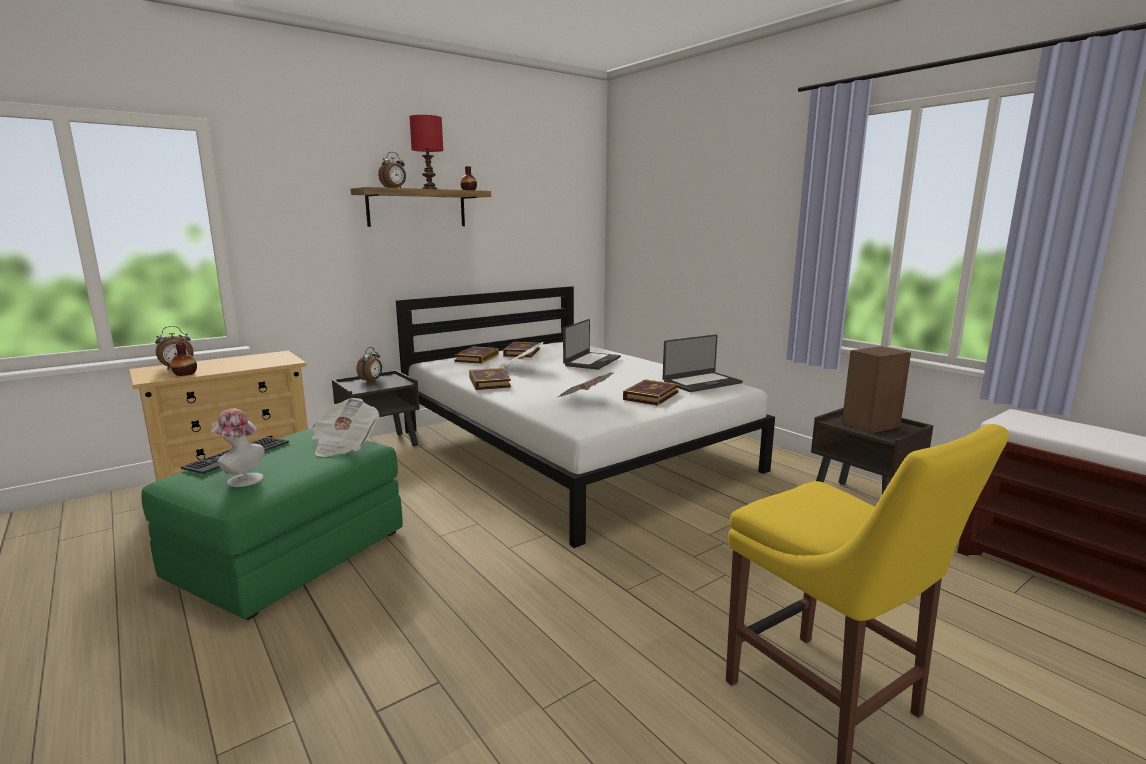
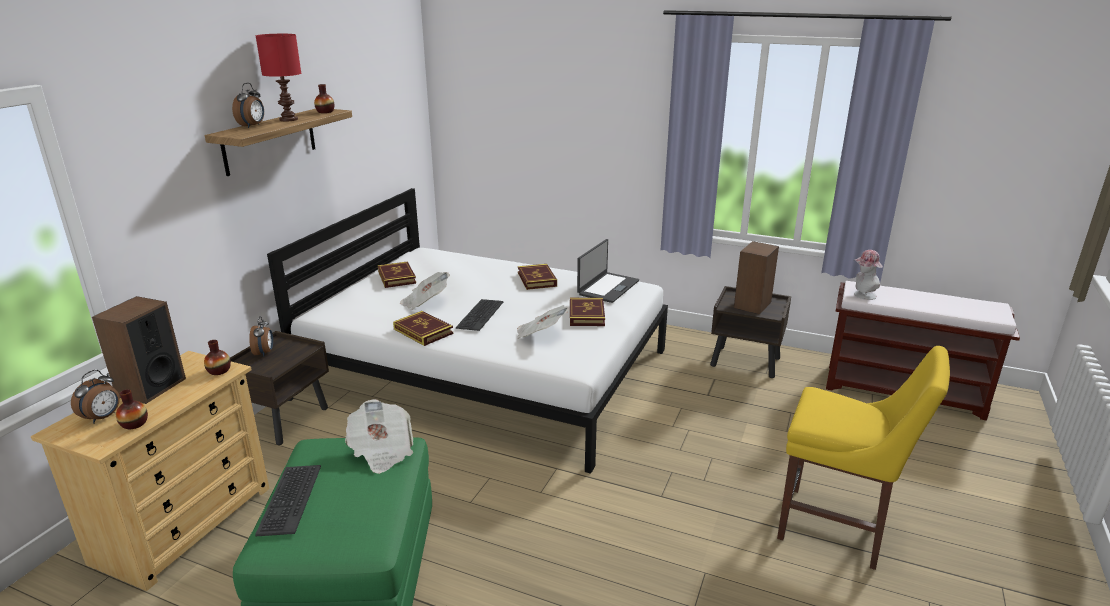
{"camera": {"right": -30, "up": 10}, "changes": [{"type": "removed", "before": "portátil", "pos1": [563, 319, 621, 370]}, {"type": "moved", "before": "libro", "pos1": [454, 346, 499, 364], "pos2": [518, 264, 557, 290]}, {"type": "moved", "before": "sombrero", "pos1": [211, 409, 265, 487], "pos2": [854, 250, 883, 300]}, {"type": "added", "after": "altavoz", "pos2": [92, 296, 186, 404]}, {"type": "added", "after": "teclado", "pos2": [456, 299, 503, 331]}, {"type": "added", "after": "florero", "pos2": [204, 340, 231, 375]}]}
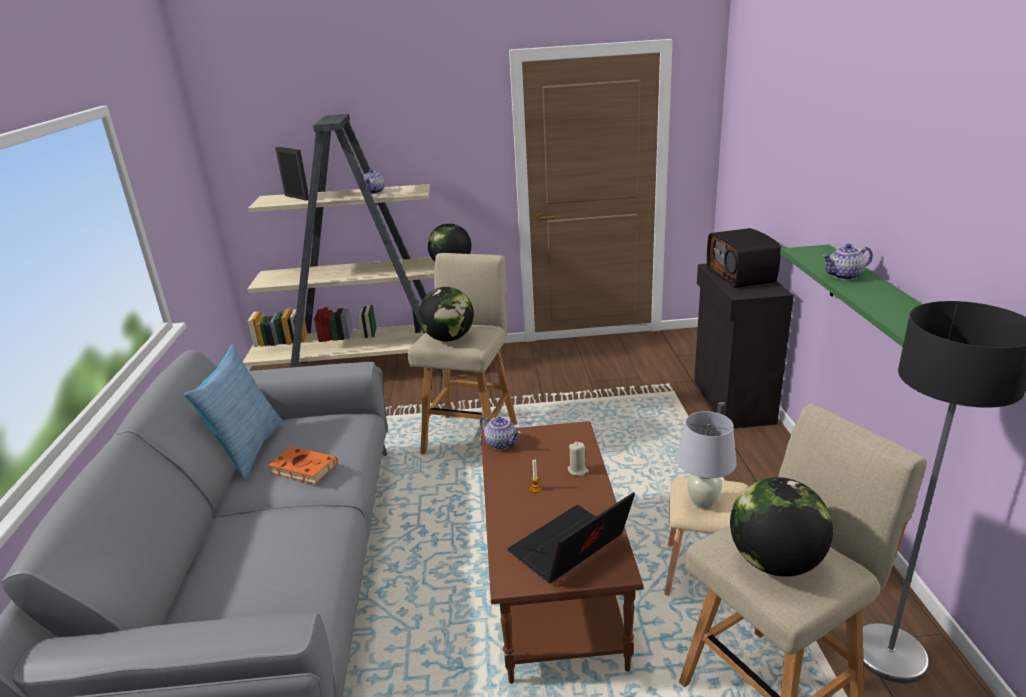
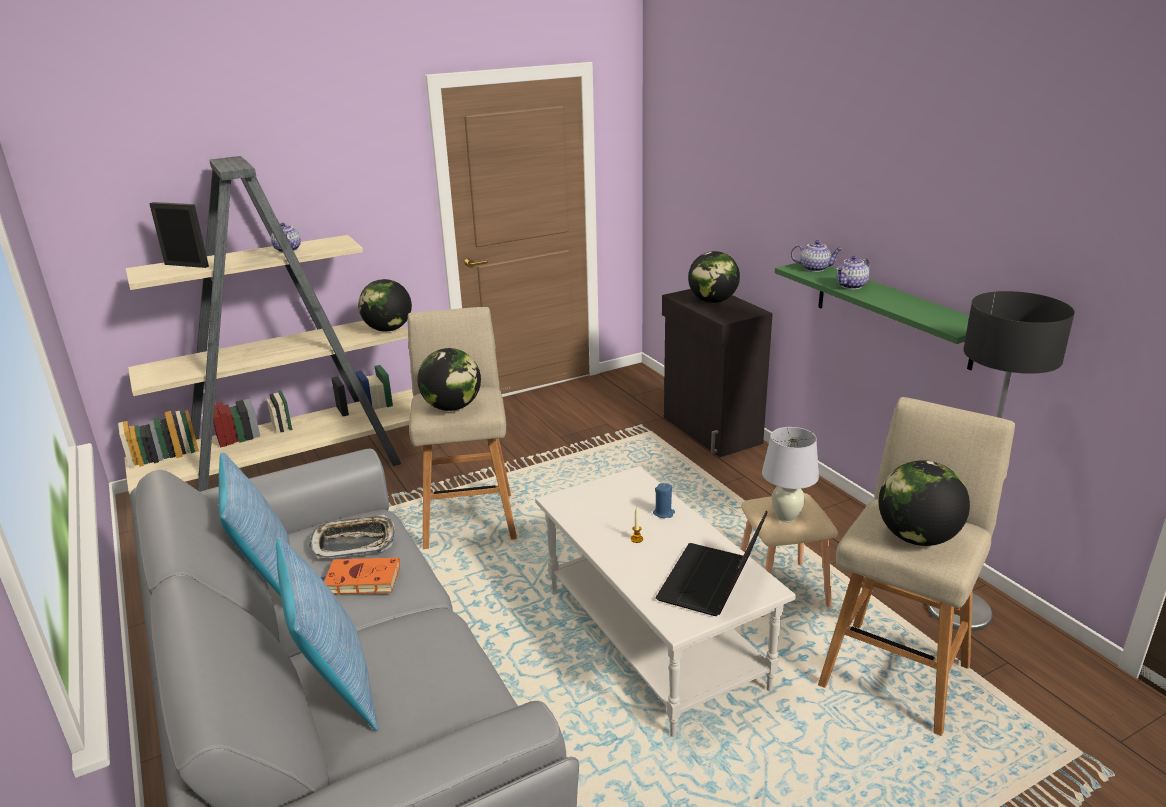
{"camera": {"right": -25, "up": 0}, "changes": [{"type": "replaced", "before": "radio", "after": "globo terráqueo", "pos1": [707, 228, 781, 288], "pos2": [688, 251, 740, 303]}, {"type": "moved", "before": "tetera", "pos1": [480, 416, 521, 450], "pos2": [791, 240, 843, 272]}, {"type": "recoloured", "before": "mesa de centro [marrón]", "after": "mesa de centro [blanco]", "pos1": [481, 421, 643, 684], "pos2": [535, 466, 796, 737]}, {"type": "recoloured", "before": "vela [beis]", "after": "vela [azul]", "pos1": [568, 442, 589, 476], "pos2": [653, 483, 675, 518]}, {"type": "added", "after": "bandeja", "pos2": [309, 515, 395, 559]}, {"type": "added", "after": "cojín", "pos2": [276, 537, 378, 731]}]}
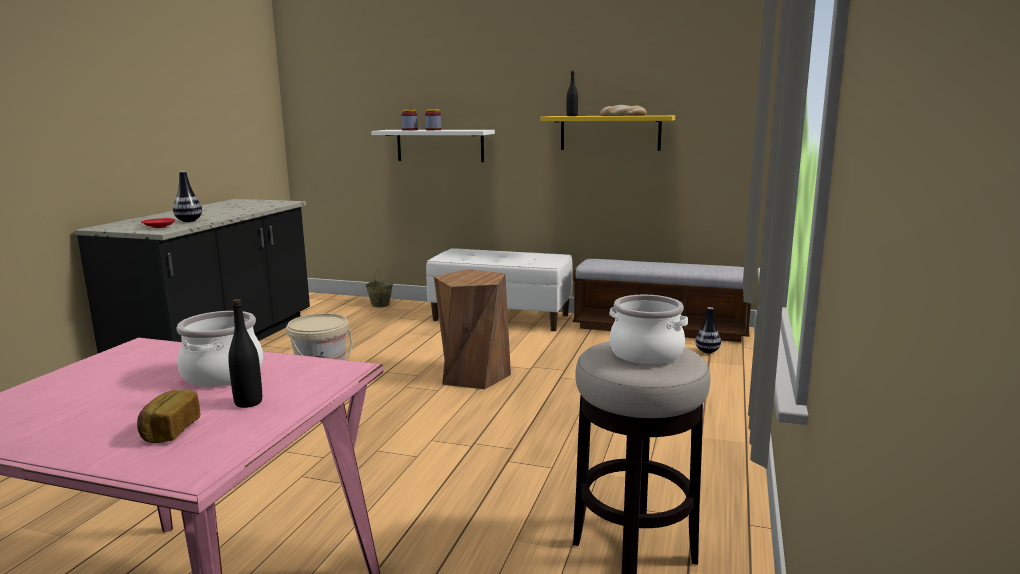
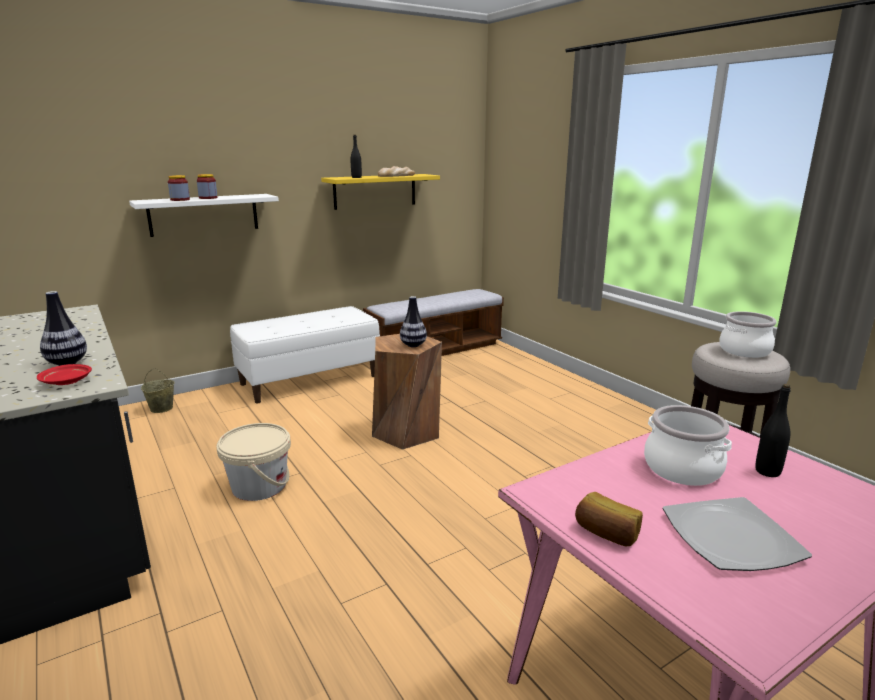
{"camera": {"right": -50, "up": 5}, "changes": [{"type": "moved", "before": "florero", "pos1": [695, 307, 721, 353], "pos2": [400, 296, 427, 347]}, {"type": "moved", "before": "pan", "pos1": [137, 390, 201, 443], "pos2": [575, 492, 643, 546]}, {"type": "added", "after": "plato", "pos2": [663, 497, 812, 571]}]}
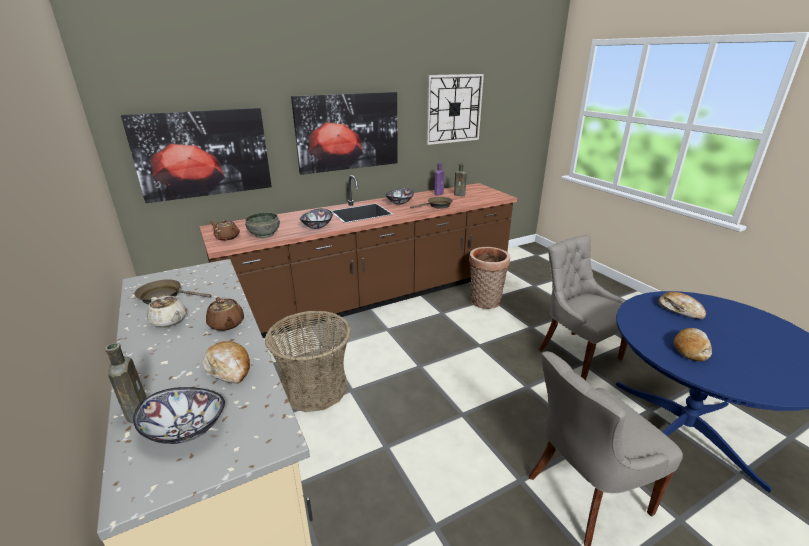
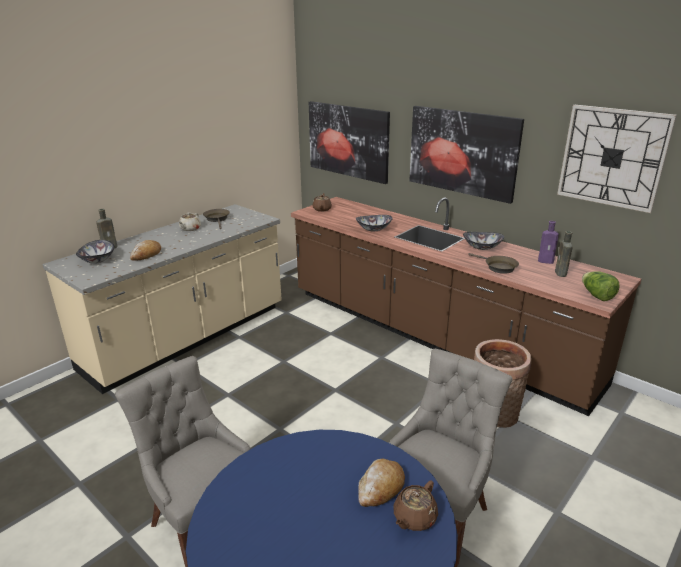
{"camera": {"right": 70, "up": 0}, "changes": [{"type": "removed", "before": "cuenco [gris]", "pos1": [245, 213, 280, 238]}, {"type": "moved", "before": "tetera [marrón]", "pos1": [206, 297, 244, 331], "pos2": [393, 480, 438, 531]}, {"type": "removed", "before": "cesta", "pos1": [265, 311, 351, 412]}, {"type": "removed", "before": "pan", "pos1": [674, 328, 712, 361]}, {"type": "added", "after": "lechuga", "pos2": [582, 271, 619, 301]}]}
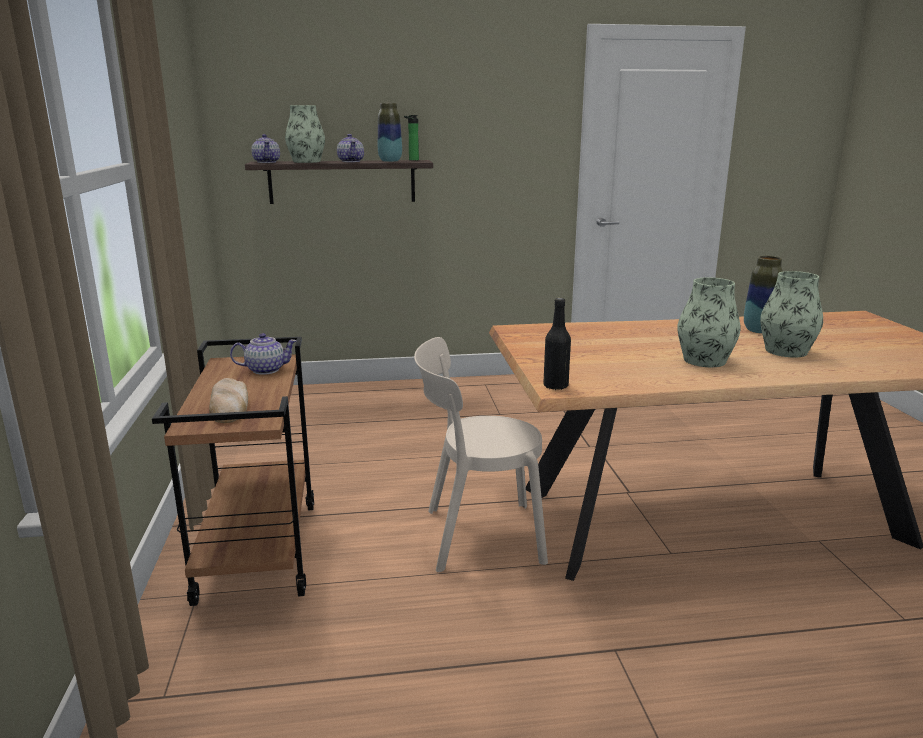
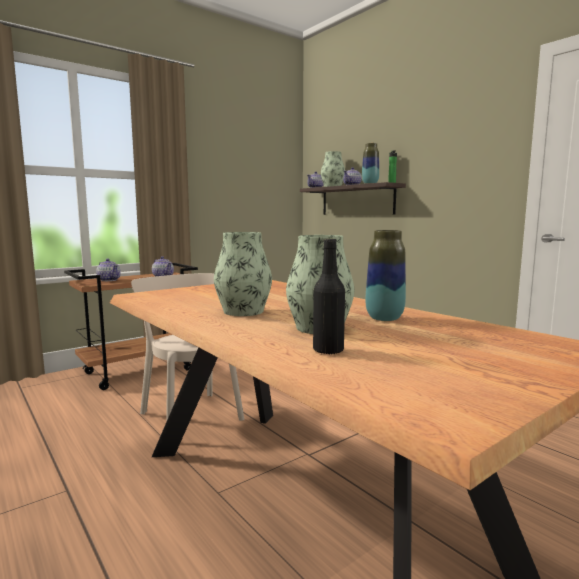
{"camera": {"right": 60, "up": -10}, "changes": [{"type": "moved", "before": "botella [negro]", "pos1": [543, 298, 571, 390], "pos2": [313, 239, 345, 354]}, {"type": "replaced", "before": "pan", "after": "tetera", "pos1": [209, 378, 248, 423], "pos2": [96, 259, 121, 281]}]}
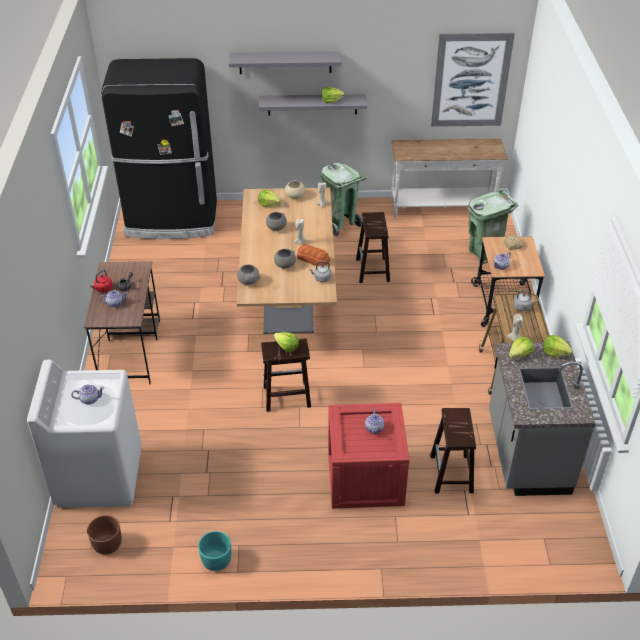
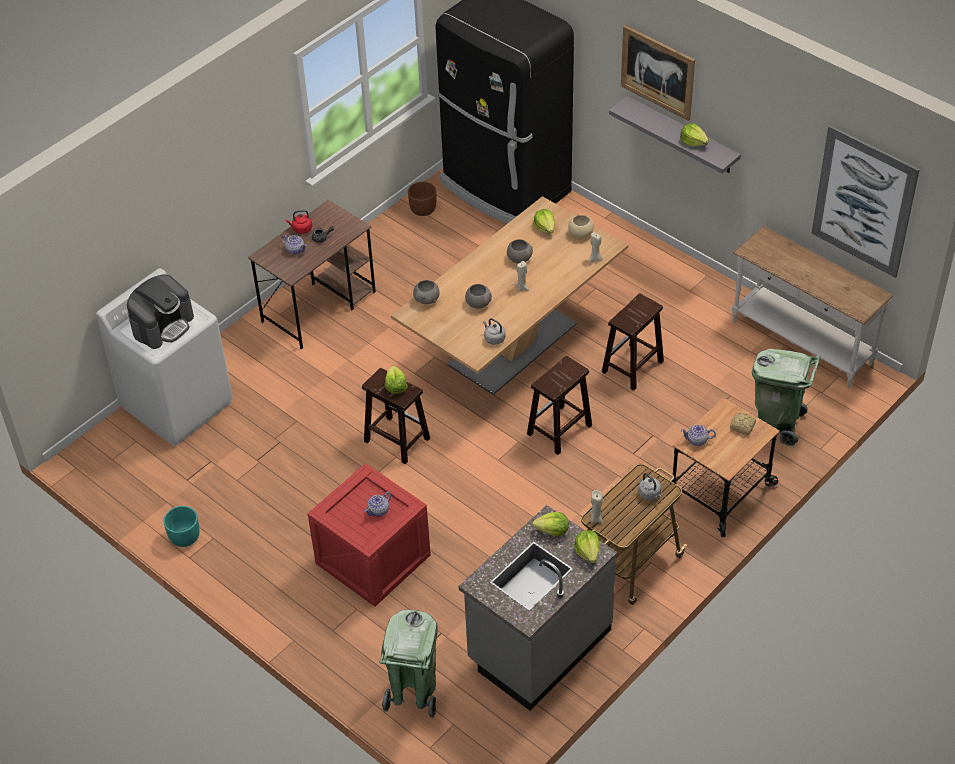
{"camera": {"right": 45, "up": 5}, "changes": [{"type": "replaced", "before": "estante [gris]", "after": "cuadro", "pos1": [229, 51, 341, 74], "pos2": [621, 25, 695, 121]}, {"type": "moved", "before": "papelera [verde]", "pos1": [320, 163, 366, 237], "pos2": [379, 610, 438, 718]}, {"type": "removed", "before": "pan", "pos1": [297, 244, 330, 266]}, {"type": "replaced", "before": "tetera", "after": "cafetera", "pos1": [71, 385, 104, 405], "pos2": [127, 274, 194, 349]}, {"type": "moved", "before": "taburete [marrón]", "pos1": [430, 408, 476, 494], "pos2": [527, 356, 592, 455]}, {"type": "moved", "before": "maceta [marrón]", "pos1": [87, 515, 122, 555], "pos2": [408, 181, 436, 216]}]}
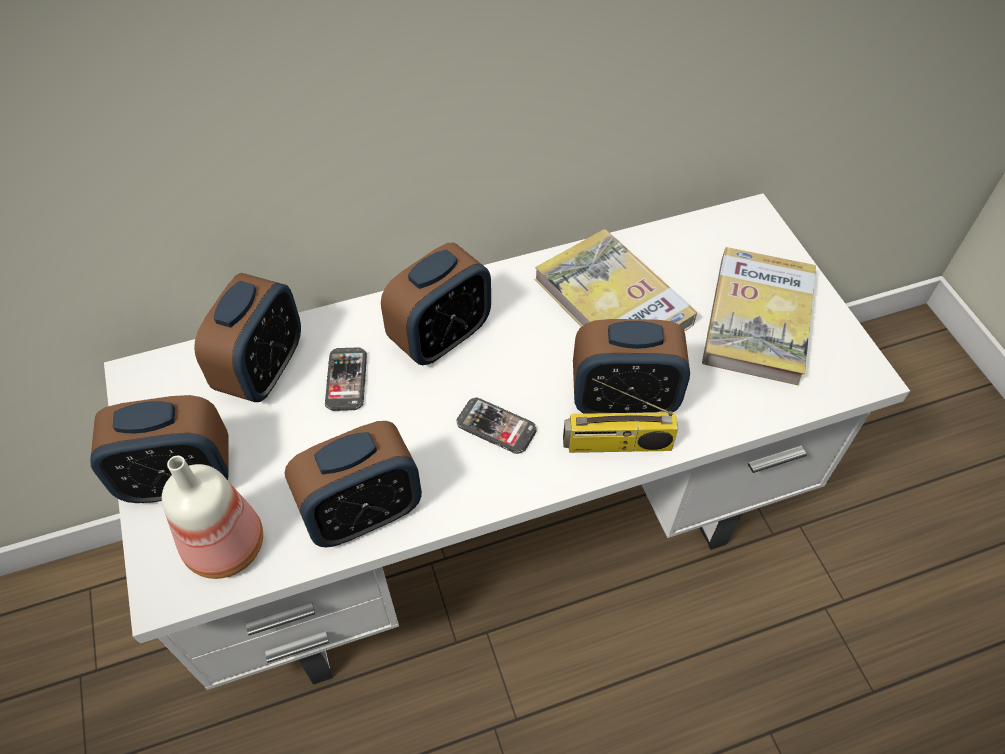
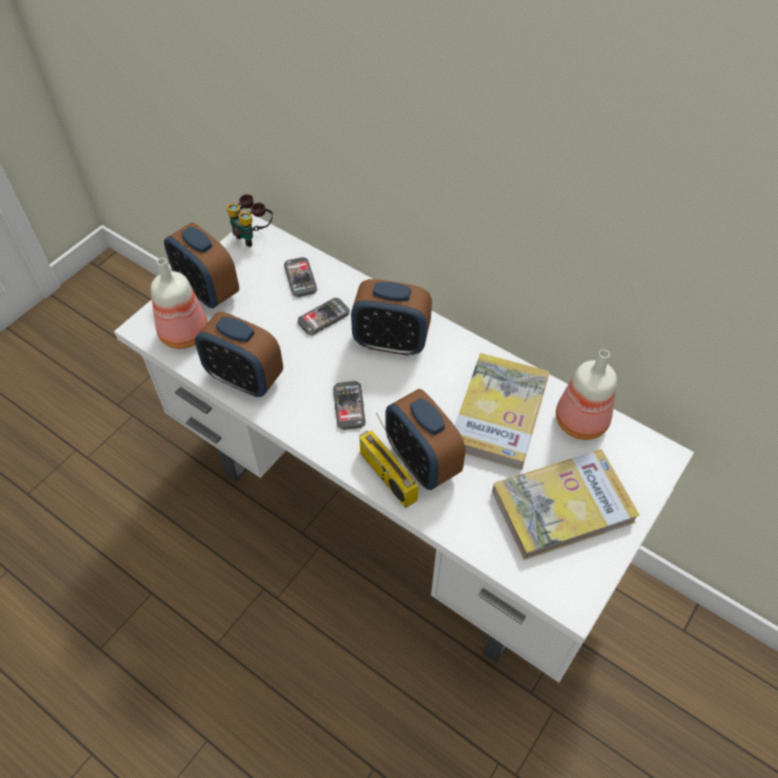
{"camera": {"right": 55, "up": 0}, "changes": [{"type": "replaced", "before": "despertador", "after": "móvil", "pos1": [194, 273, 301, 402], "pos2": [284, 257, 317, 297]}, {"type": "added", "after": "prismáticos", "pos2": [227, 194, 273, 247]}, {"type": "added", "after": "botella", "pos2": [556, 349, 617, 440]}]}
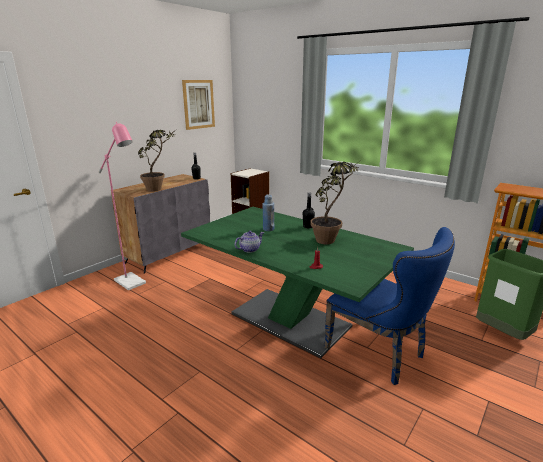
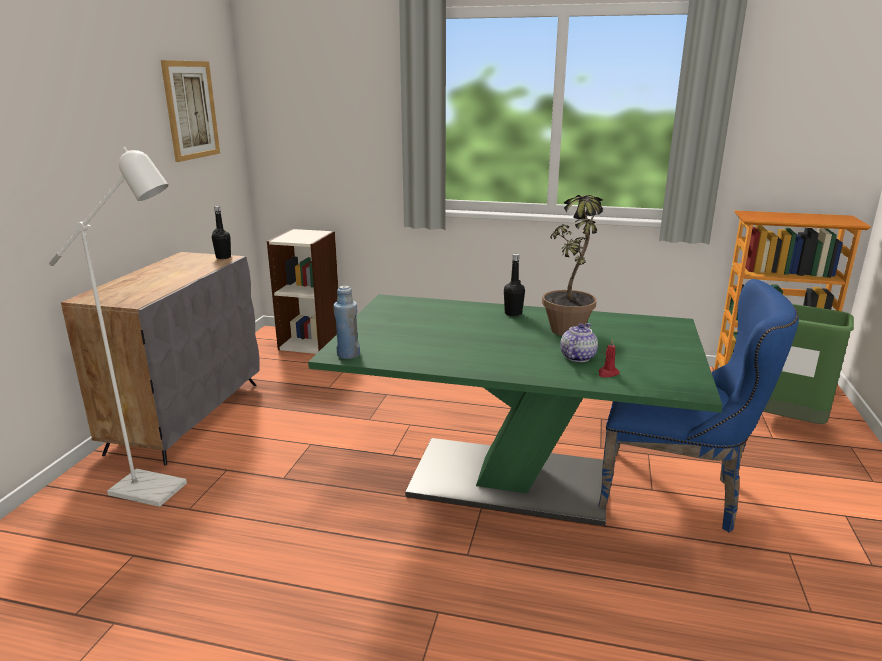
{"camera": {"right": -25, "up": 0}, "changes": [{"type": "recoloured", "before": "lámpara de pie [rosa]", "after": "lámpara de pie [blanco]", "pos1": [99, 122, 146, 290], "pos2": [49, 147, 187, 507]}, {"type": "removed", "before": "planta en maceta", "pos1": [138, 130, 175, 192]}, {"type": "moved", "before": "botella [azul]", "pos1": [263, 194, 274, 231], "pos2": [333, 286, 360, 359]}, {"type": "moved", "before": "tetera", "pos1": [235, 231, 264, 253], "pos2": [560, 323, 598, 362]}]}
